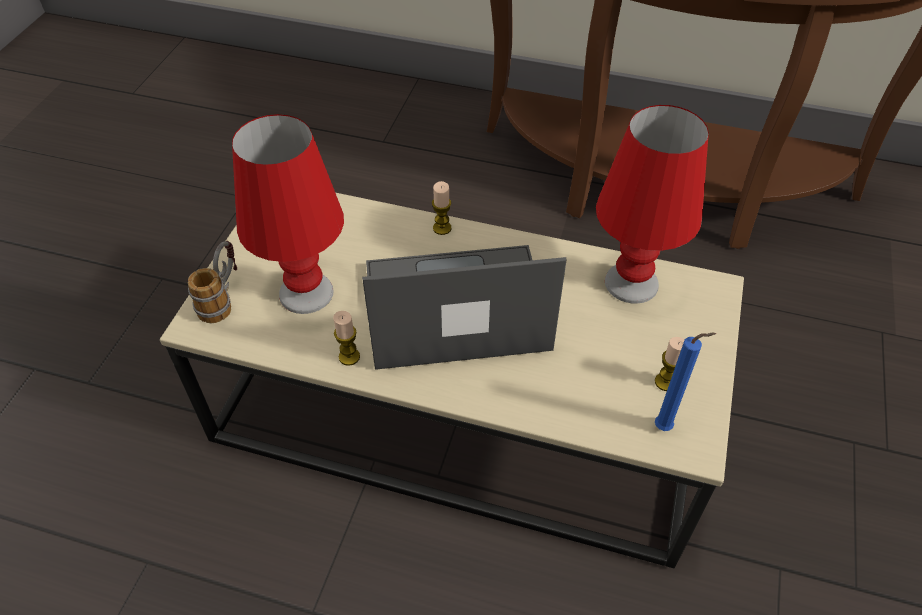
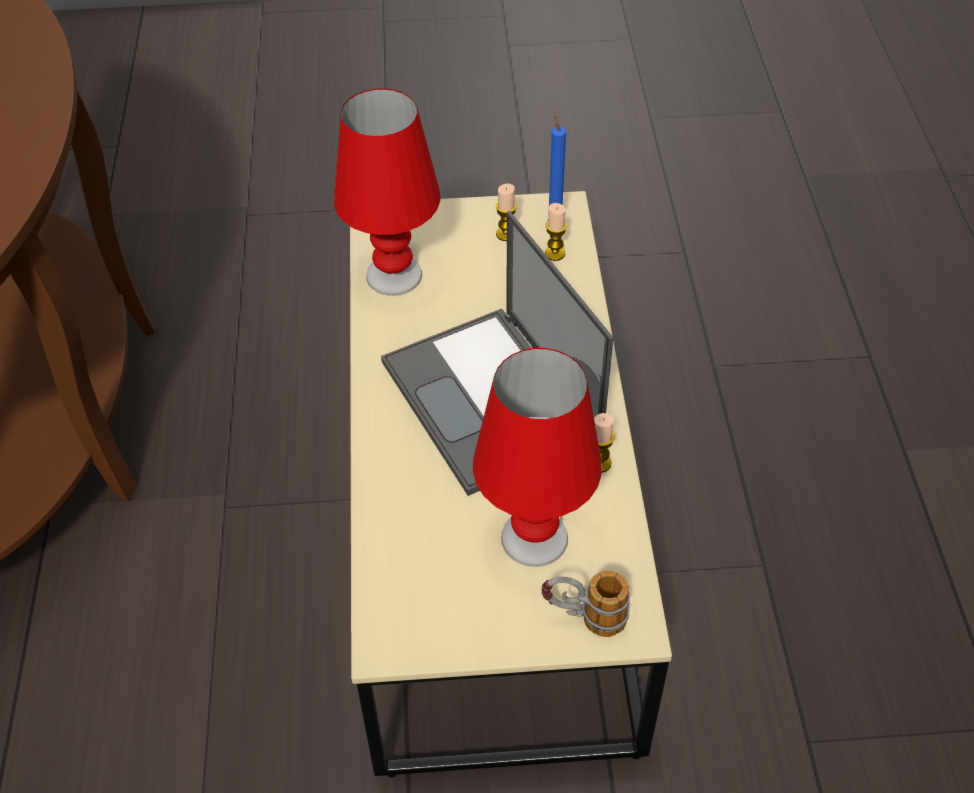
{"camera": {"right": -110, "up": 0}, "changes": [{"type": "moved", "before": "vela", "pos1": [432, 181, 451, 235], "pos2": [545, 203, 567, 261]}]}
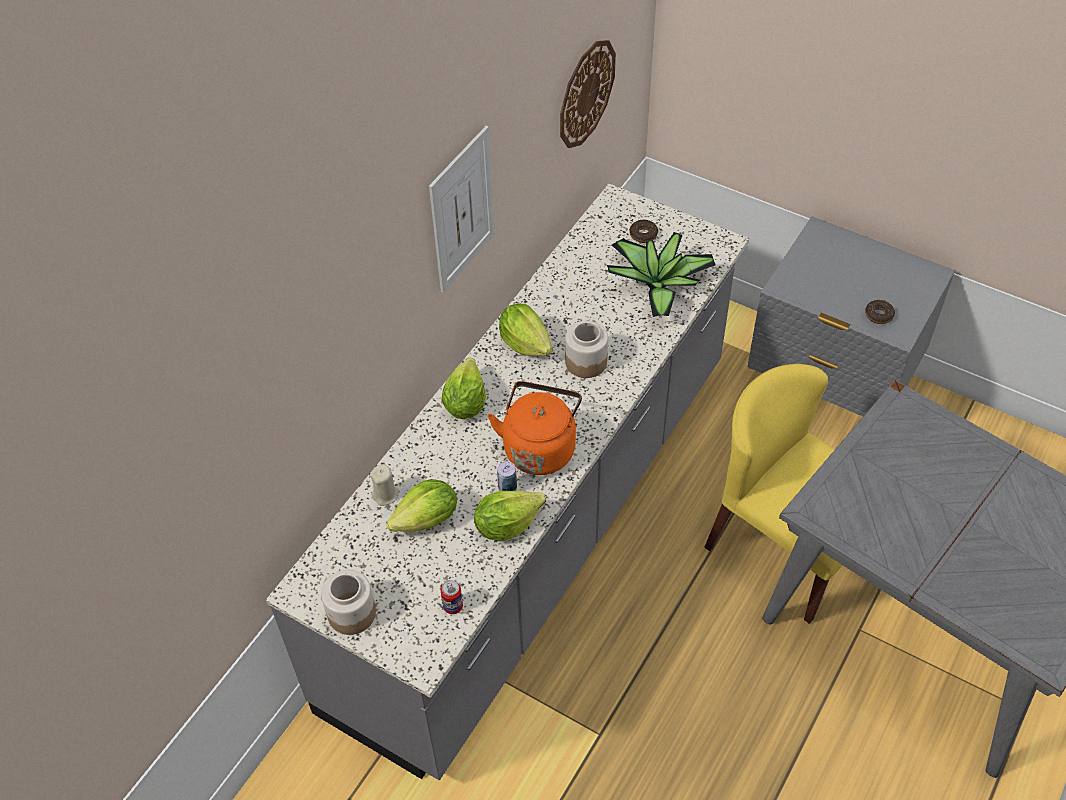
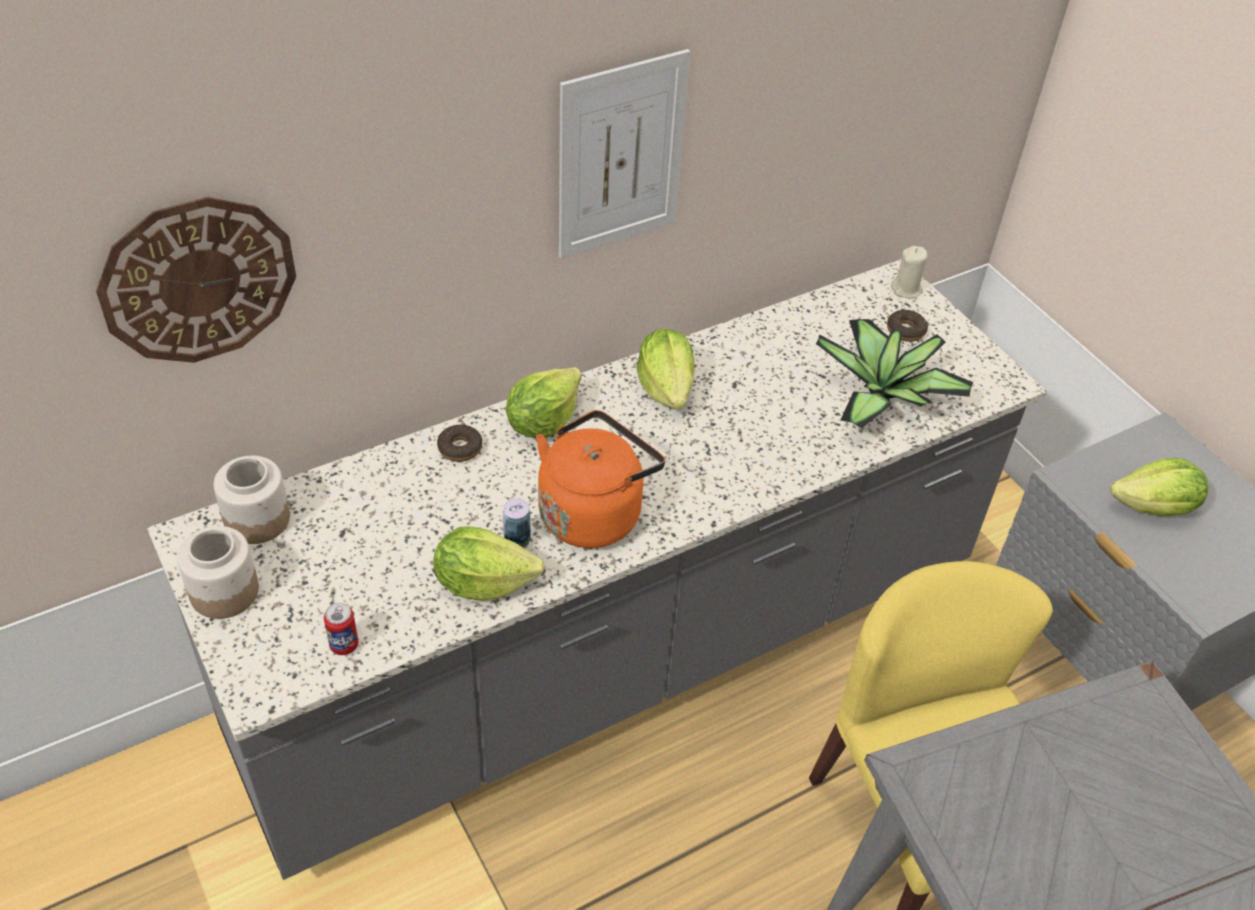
{"camera": {"right": 25, "up": -5}, "changes": [{"type": "moved", "before": "reloj de pared", "pos1": [560, 40, 616, 148], "pos2": [96, 197, 296, 363]}, {"type": "moved", "before": "rosquilla", "pos1": [865, 300, 895, 324], "pos2": [437, 425, 482, 462]}, {"type": "moved", "before": "tarro", "pos1": [565, 321, 608, 378], "pos2": [214, 456, 290, 544]}, {"type": "moved", "before": "vela [beis]", "pos1": [370, 464, 399, 506], "pos2": [891, 246, 928, 298]}, {"type": "moved", "before": "lechuga", "pos1": [386, 479, 457, 532], "pos2": [1111, 458, 1209, 516]}]}
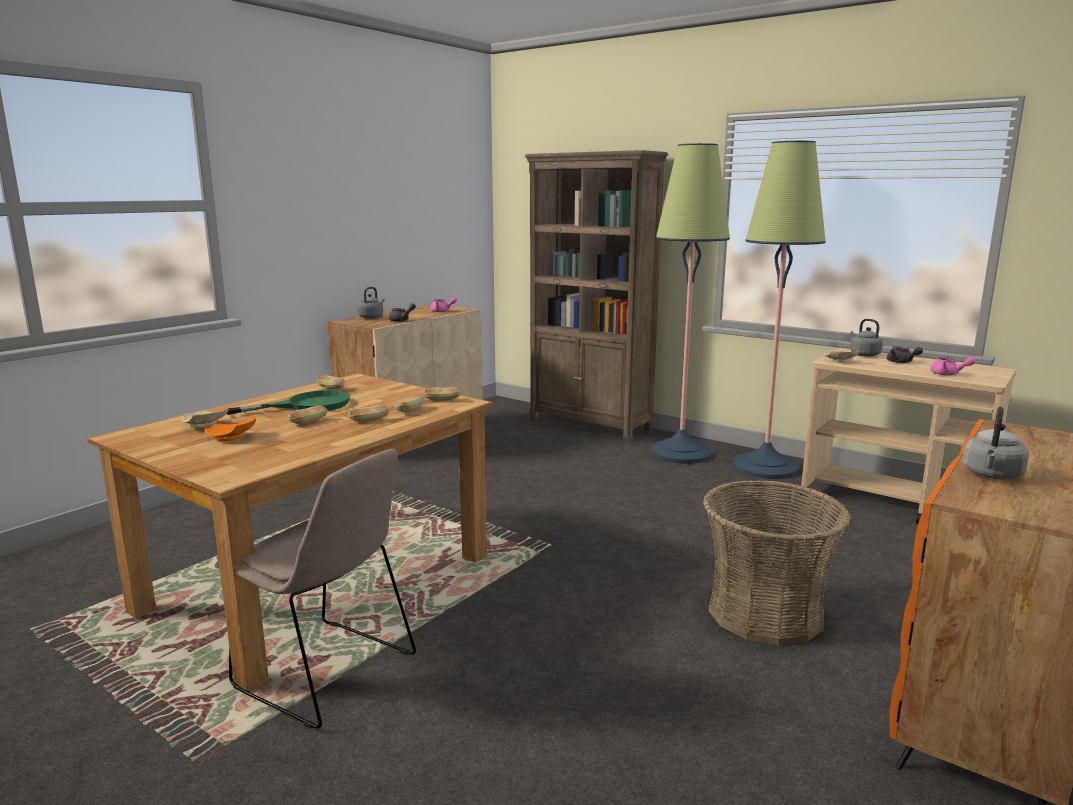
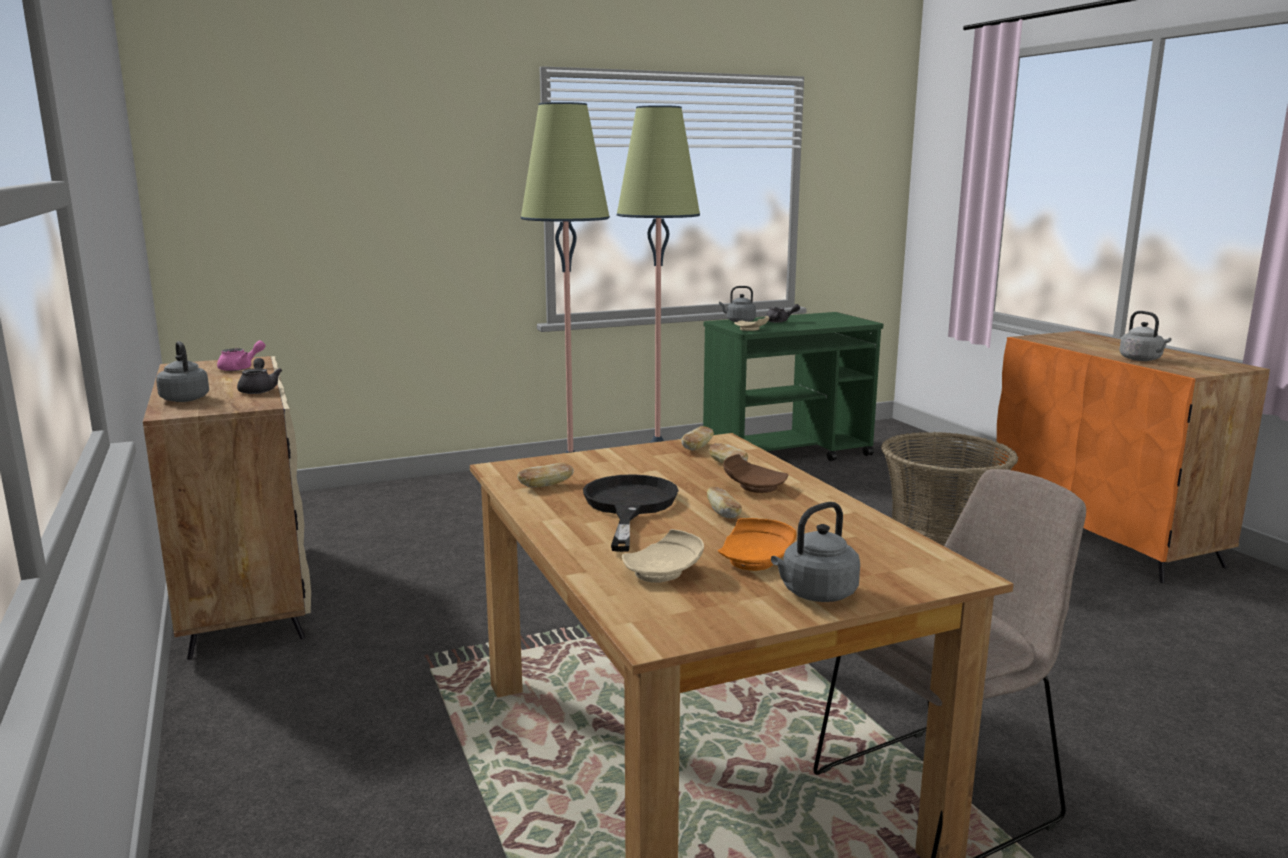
{"camera": {"right": -60, "up": 0}, "changes": [{"type": "removed", "before": "estantería [marrón]", "pos1": [525, 150, 668, 441]}, {"type": "recoloured", "before": "carrito [beis]", "after": "carrito [verde]", "pos1": [800, 348, 1016, 524], "pos2": [703, 312, 883, 461]}, {"type": "removed", "before": "tetera [rosa]", "pos1": [931, 357, 975, 375]}, {"type": "recoloured", "before": "sartén [verde]", "after": "sartén [negro]", "pos1": [227, 390, 350, 415], "pos2": [583, 474, 679, 552]}, {"type": "replaced", "before": "pan", "after": "plato [marrón]", "pos1": [348, 405, 390, 422], "pos2": [723, 454, 788, 493]}, {"type": "added", "after": "hervidor [gris]", "pos2": [771, 502, 860, 602]}]}
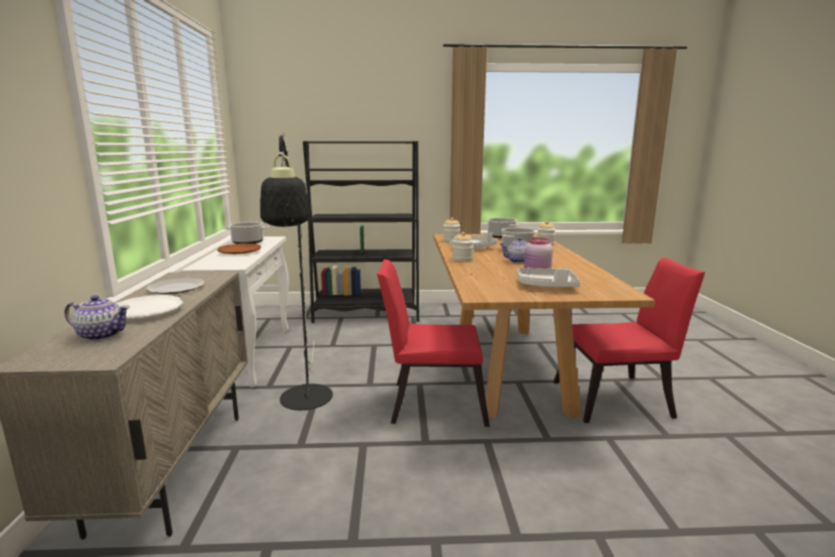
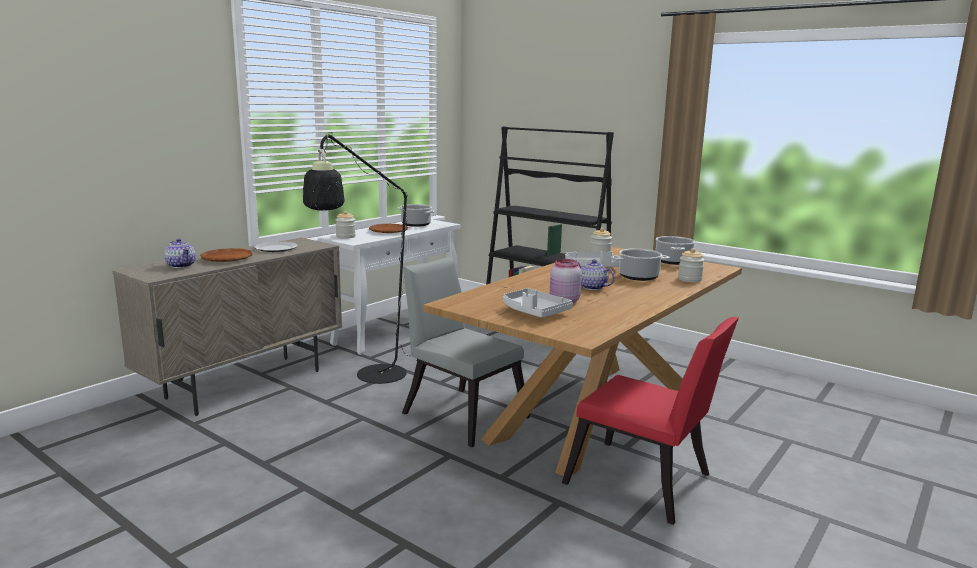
{"camera": {"right": 40, "up": 0}, "changes": [{"type": "moved", "before": "tarro", "pos1": [452, 232, 473, 262], "pos2": [336, 211, 356, 239]}, {"type": "recoloured", "before": "silla [rojo]", "after": "silla [gris]", "pos1": [377, 259, 490, 427], "pos2": [402, 257, 530, 448]}, {"type": "recoloured", "before": "plato [blanco]", "after": "plato [marrón]", "pos1": [115, 295, 183, 319], "pos2": [200, 248, 253, 262]}]}
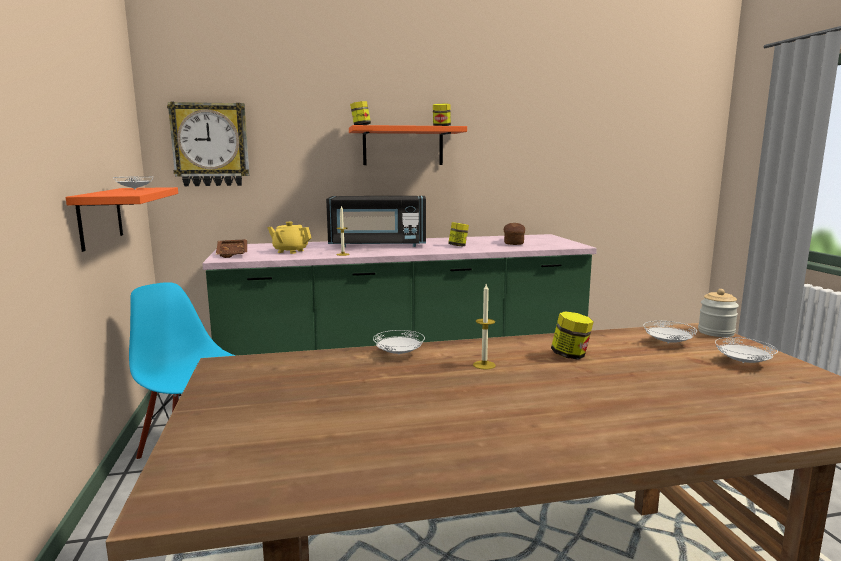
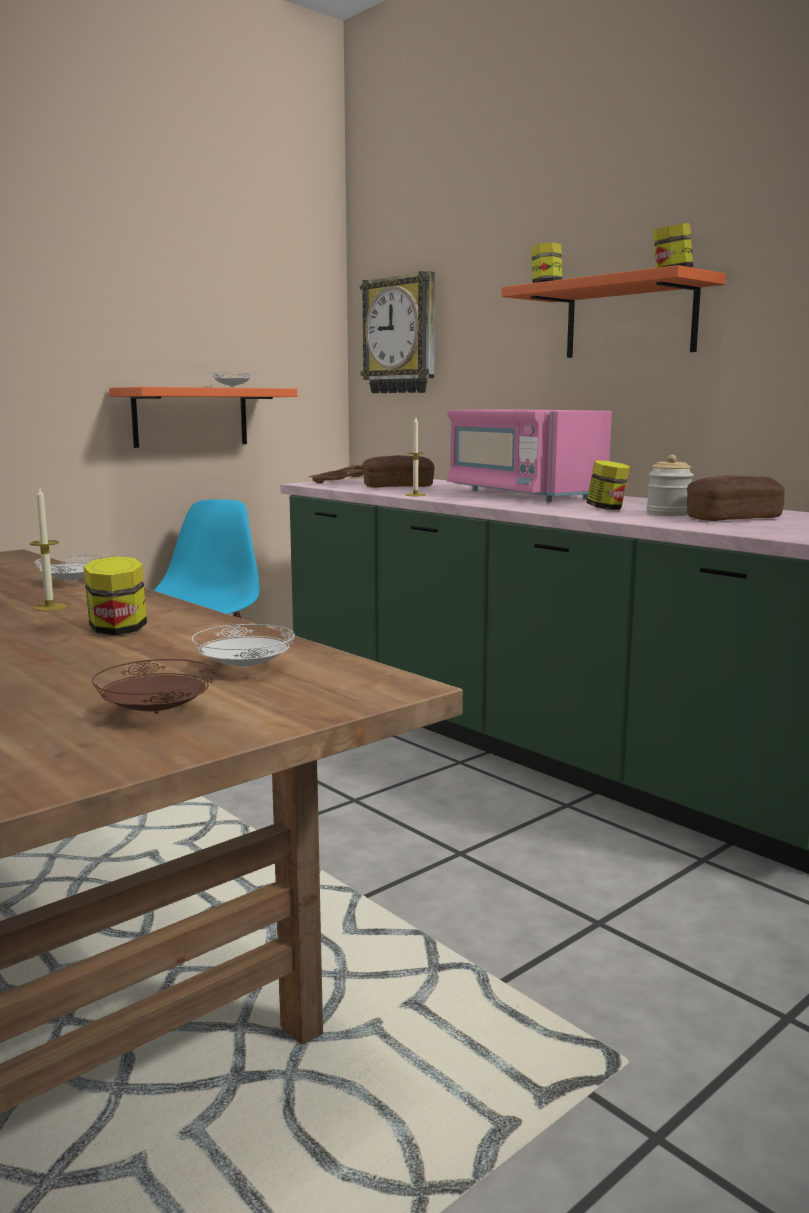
{"camera": {"right": 60, "up": 0}, "changes": [{"type": "recoloured", "before": "microondas [negro]", "after": "microondas [rosa]", "pos1": [326, 196, 426, 247], "pos2": [447, 409, 612, 502]}, {"type": "replaced", "before": "tetera [amarillo]", "after": "pan", "pos1": [267, 222, 311, 254], "pos2": [362, 455, 434, 488]}, {"type": "moved", "before": "tarro", "pos1": [698, 289, 739, 337], "pos2": [646, 455, 694, 516]}, {"type": "recoloured", "before": "plato [blanco]", "after": "plato [marrón]", "pos1": [715, 337, 778, 363], "pos2": [92, 659, 215, 714]}]}
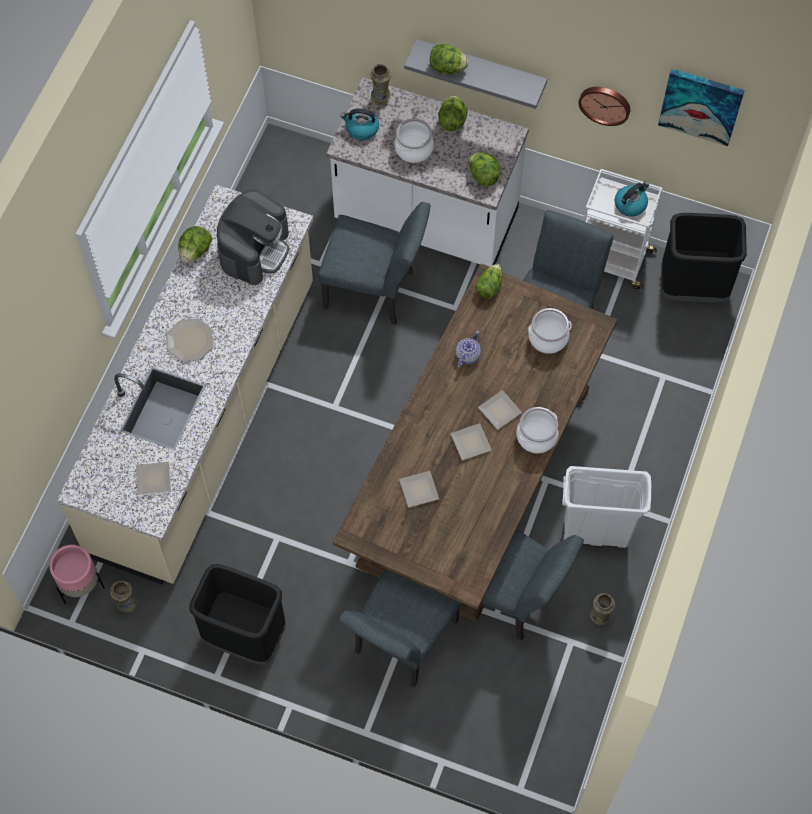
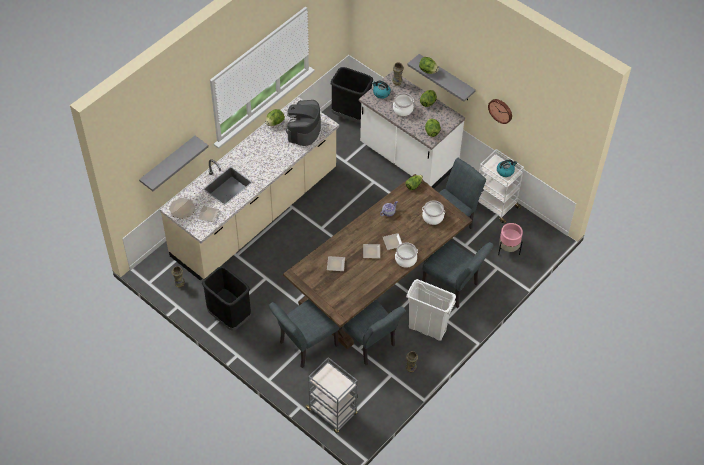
{"camera": {"right": 20, "up": -10}, "changes": [{"type": "removed", "before": "cuadro", "pos1": [658, 69, 745, 147]}, {"type": "turned", "before": "cafetera", "pos1": [217, 190, 289, 285], "pos2": [286, 100, 321, 146], "turn": 150}, {"type": "moved", "before": "silla [gris]", "pos1": [318, 202, 430, 325], "pos2": [422, 240, 494, 308]}, {"type": "moved", "before": "papelera [negro]", "pos1": [661, 213, 747, 303], "pos2": [331, 67, 373, 123]}, {"type": "moved", "before": "plato", "pos1": [166, 319, 214, 361], "pos2": [169, 198, 195, 219]}, {"type": "moved", "before": "maceta [rosa]", "pos1": [49, 544, 105, 604], "pos2": [498, 223, 523, 255]}, {"type": "added", "after": "estante [gris]", "pos2": [139, 136, 209, 191]}, {"type": "added", "after": "carrito [gris]", "pos2": [305, 357, 358, 433]}]}
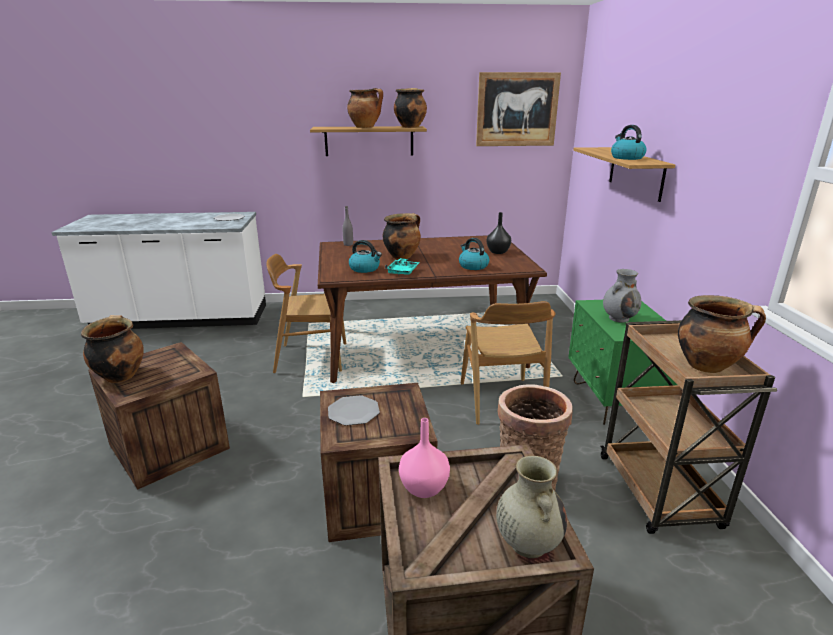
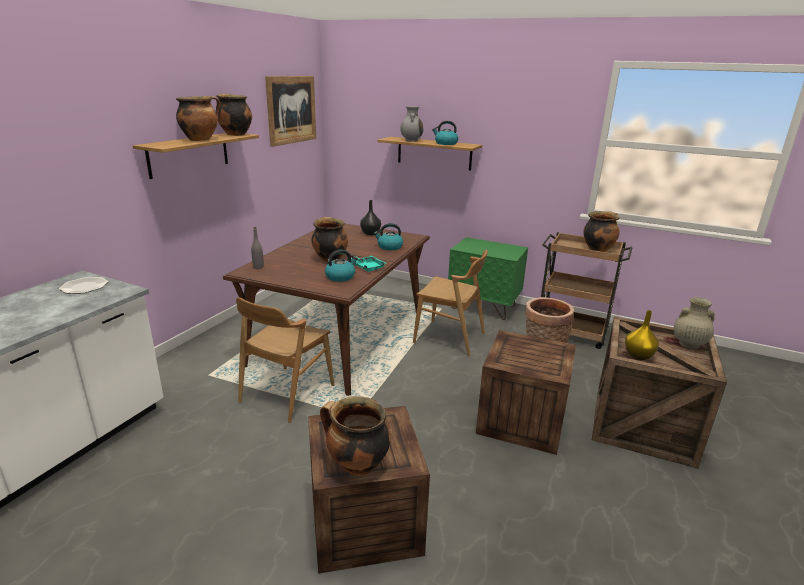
{"camera": {"right": -60, "up": 0}, "changes": [{"type": "moved", "before": "florero [gris]", "pos1": [603, 269, 642, 323], "pos2": [400, 106, 423, 142]}, {"type": "removed", "before": "plato", "pos1": [328, 395, 380, 426]}, {"type": "recoloured", "before": "florero [rosa]", "after": "florero [amarillo]", "pos1": [399, 418, 450, 498], "pos2": [625, 310, 659, 360]}]}
